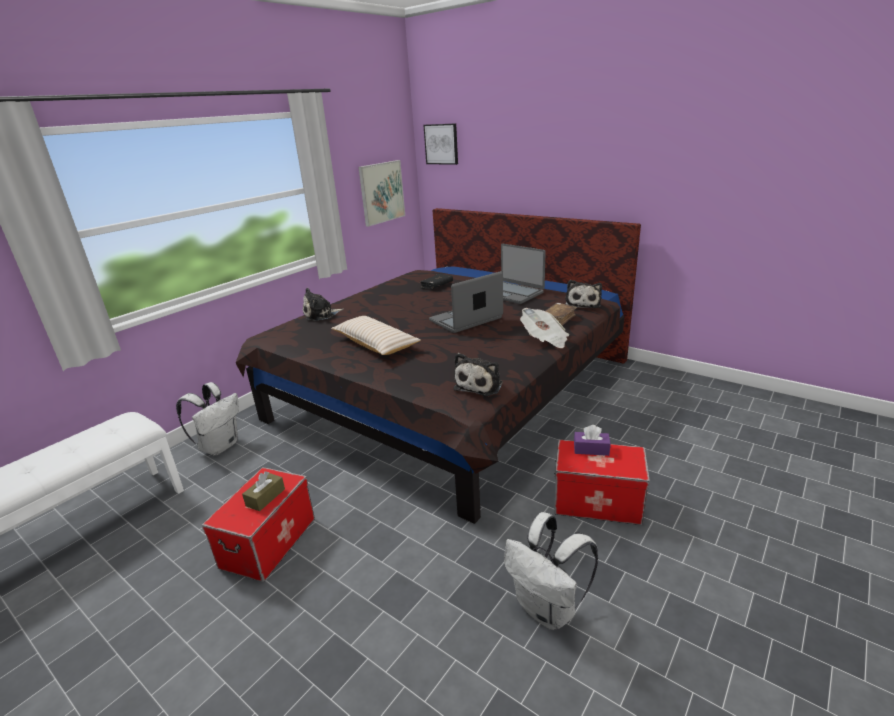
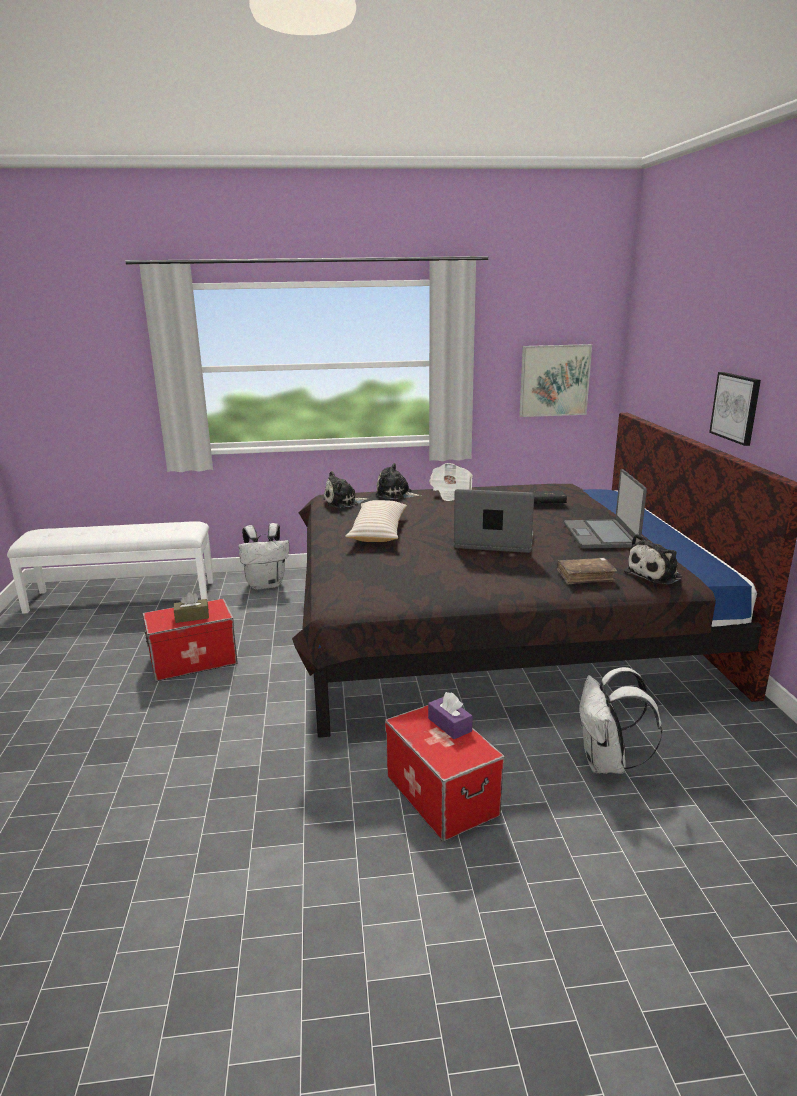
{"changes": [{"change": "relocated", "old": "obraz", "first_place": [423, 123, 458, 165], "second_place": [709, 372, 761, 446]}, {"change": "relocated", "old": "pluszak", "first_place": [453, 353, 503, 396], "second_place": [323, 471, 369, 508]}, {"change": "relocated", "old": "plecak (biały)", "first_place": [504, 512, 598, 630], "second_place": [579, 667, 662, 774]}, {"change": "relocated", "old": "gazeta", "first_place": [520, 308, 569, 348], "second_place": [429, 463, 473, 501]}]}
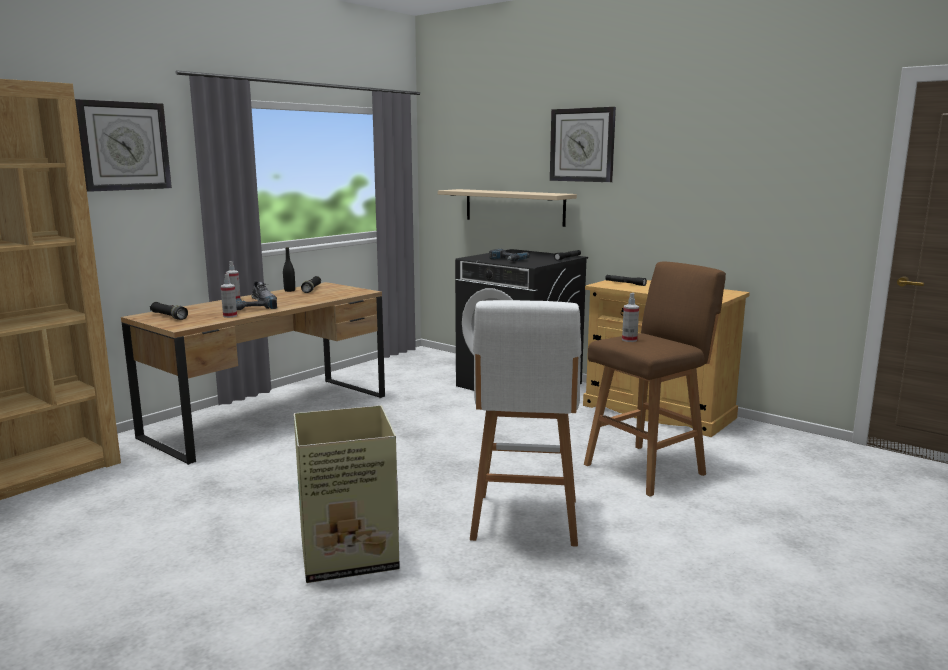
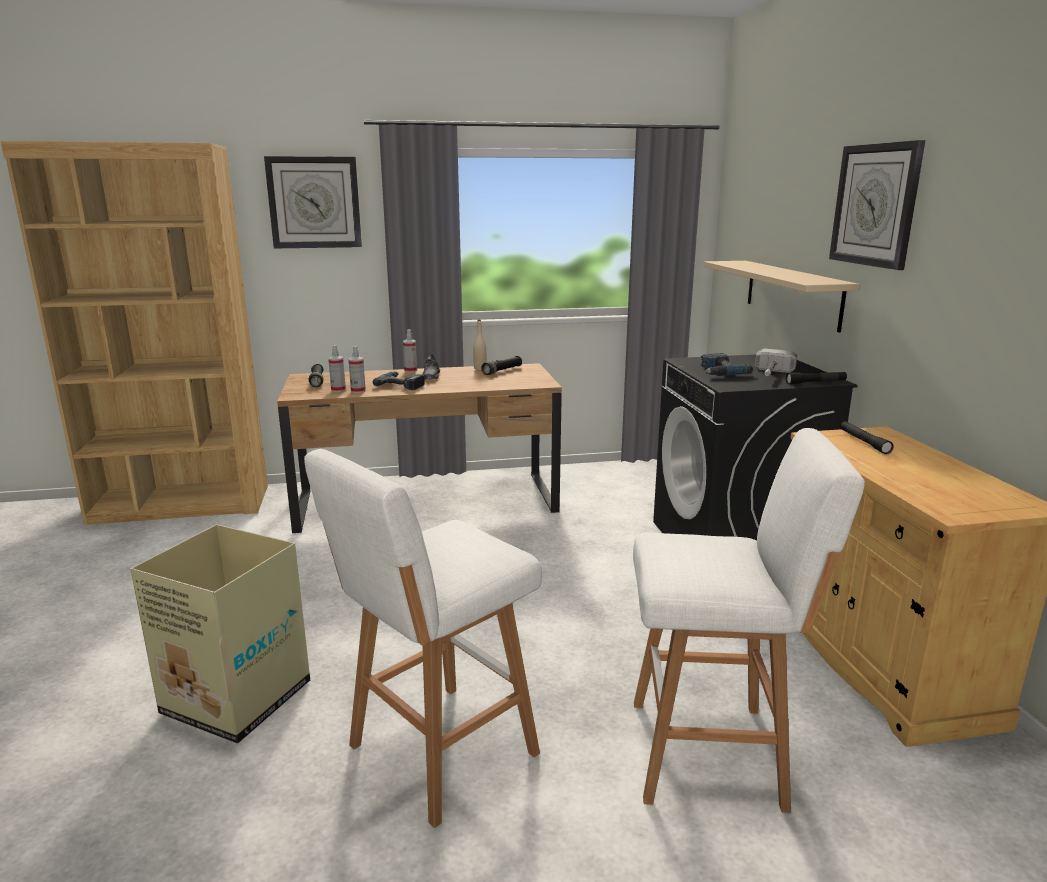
{"changes": [{"change": "colour", "old": "butelka (czarny)", "new": "butelka (beżowy)", "first_place": [283, 247, 295, 292], "second_place": [473, 320, 486, 370]}, {"change": "colour", "old": "stołek (brązowy)", "new": "stołek (biały)", "first_place": [584, 262, 726, 497], "second_place": [633, 428, 865, 813]}, {"change": "relocated", "old": "spryskiwacz", "first_place": [622, 293, 639, 342], "second_place": [328, 345, 346, 392]}, {"change": "appeared", "new": "młotek", "second_place": [755, 349, 797, 376]}]}
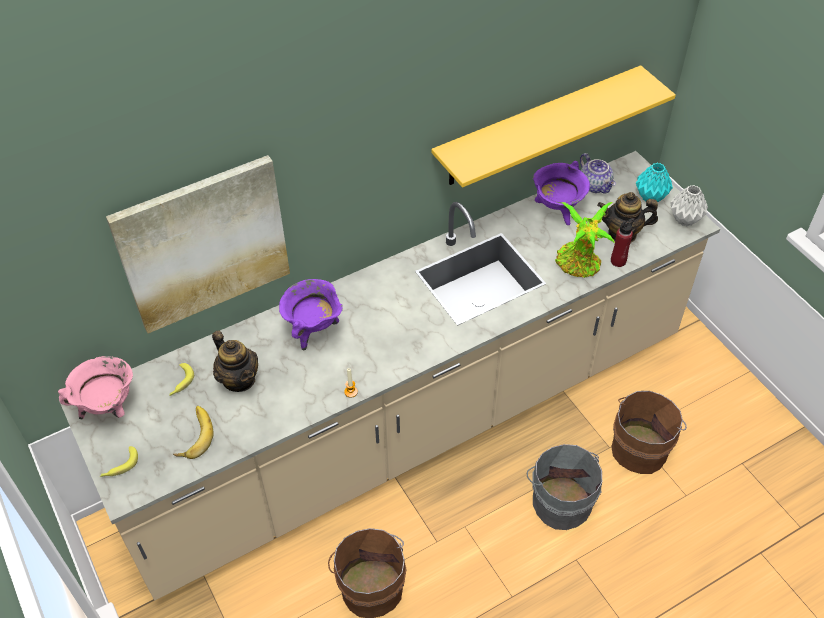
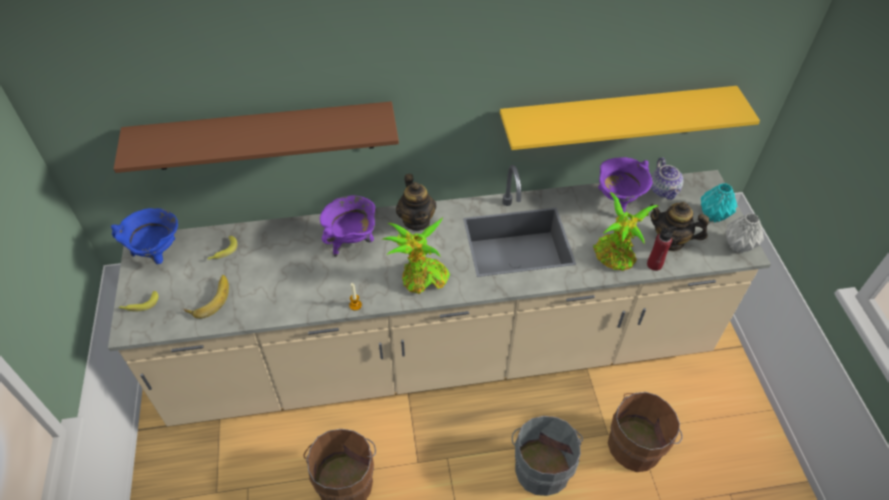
{"changes": [{"change": "colour", "old": "garnek (różowy)", "new": "garnek (niebieski)", "first_place": [58, 356, 133, 419], "second_place": [111, 208, 178, 264]}, {"change": "exchanged", "old": "obraz", "new": "półka (brązowy)", "first_place": [106, 155, 290, 333], "second_place": [114, 101, 399, 173]}, {"change": "relocated", "old": "imbryk", "first_place": [212, 330, 258, 392], "second_place": [396, 174, 436, 231]}, {"change": "appeared", "new": "roślina doniczkowa", "second_place": [382, 217, 450, 294]}]}
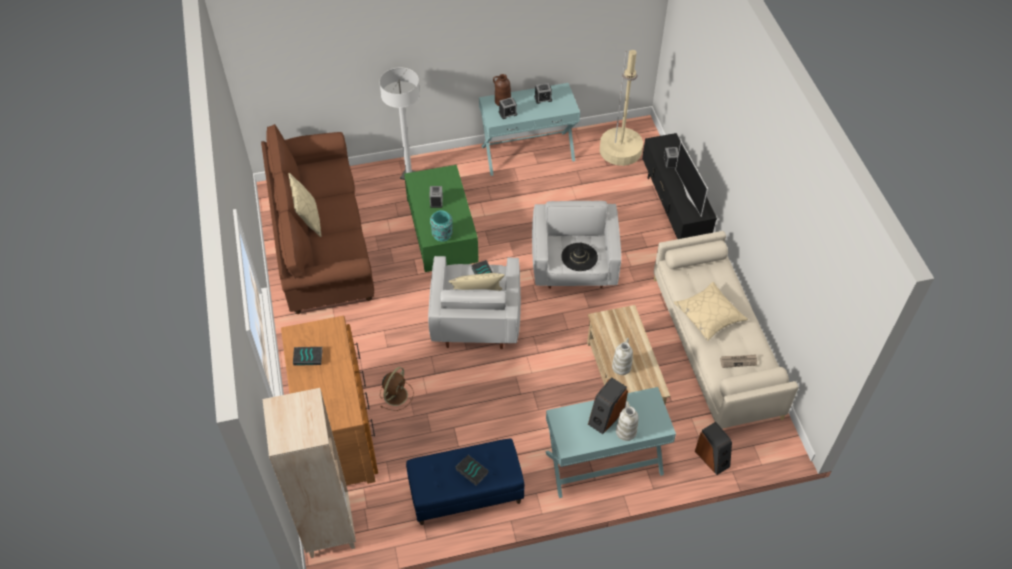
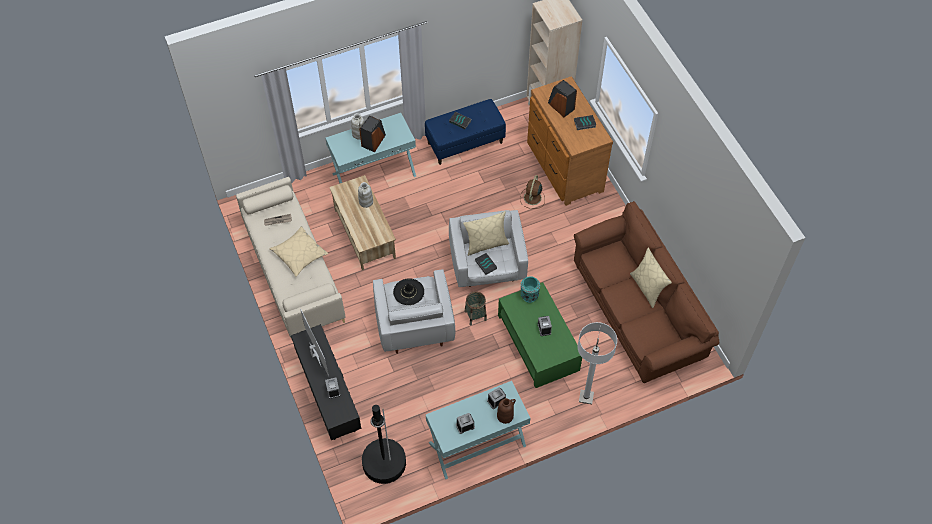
{"changes": [{"change": "colour", "old": "lampa stojąca (beżowy)", "new": "lampa stojąca (czarny)", "first_place": [600, 50, 643, 166], "second_place": [362, 405, 406, 484]}, {"change": "relocated", "old": "głośnik", "first_place": [695, 422, 732, 475], "second_place": [548, 80, 577, 117]}, {"change": "appeared", "new": "koszyk", "second_place": [464, 292, 487, 325]}]}
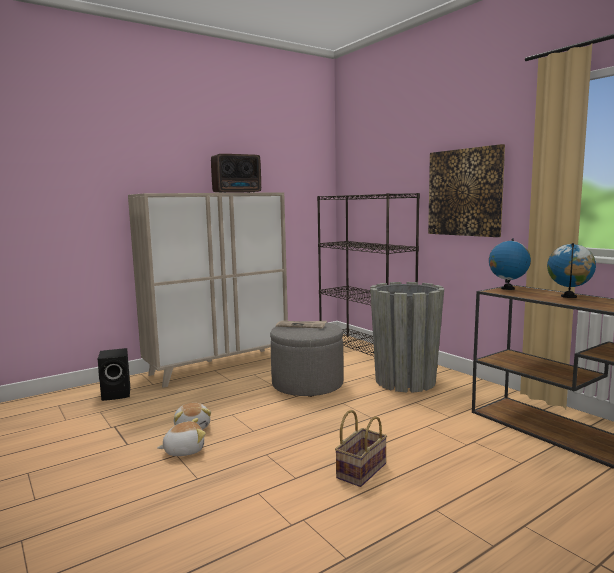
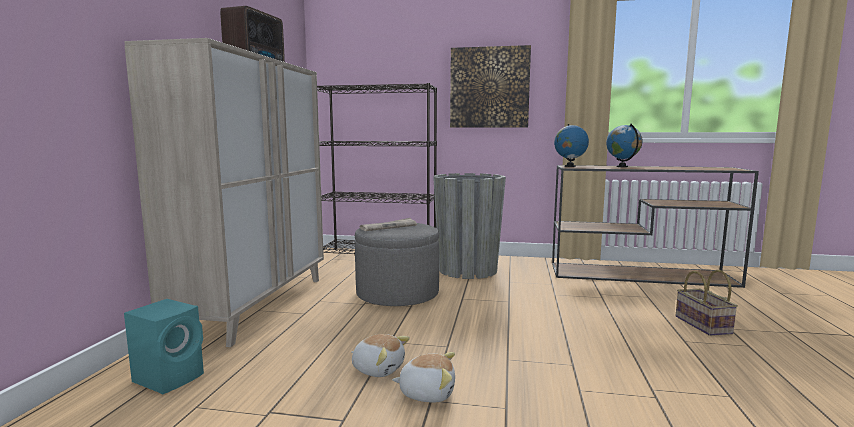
{"changes": [{"change": "colour", "old": "głośnik (czarny)", "new": "głośnik (turkusowy)", "first_place": [98, 348, 130, 401], "second_place": [124, 299, 204, 394]}, {"change": "spun", "old": "pluszak", "first_place": [157, 418, 206, 456], "second_place": [392, 352, 455, 403], "degrees": 75}, {"change": "relocated", "old": "koszyk", "first_place": [335, 410, 387, 487], "second_place": [676, 270, 738, 336]}]}
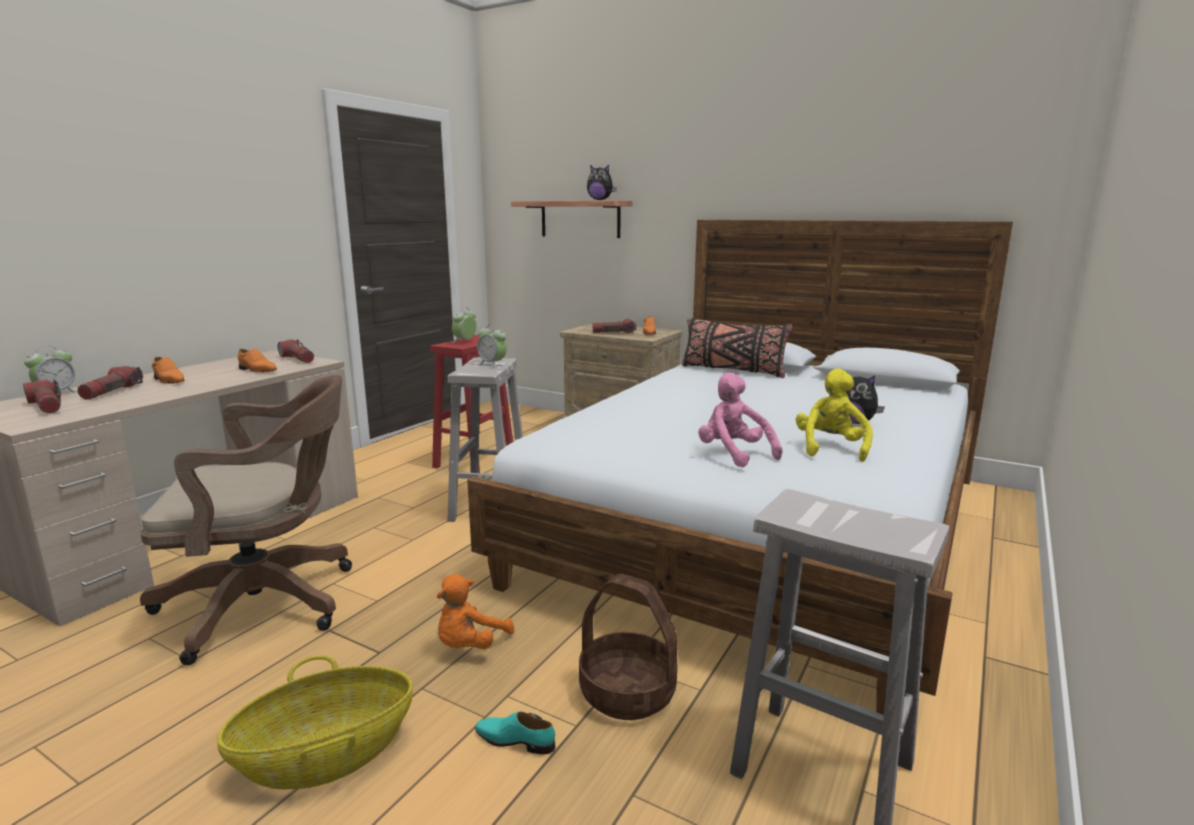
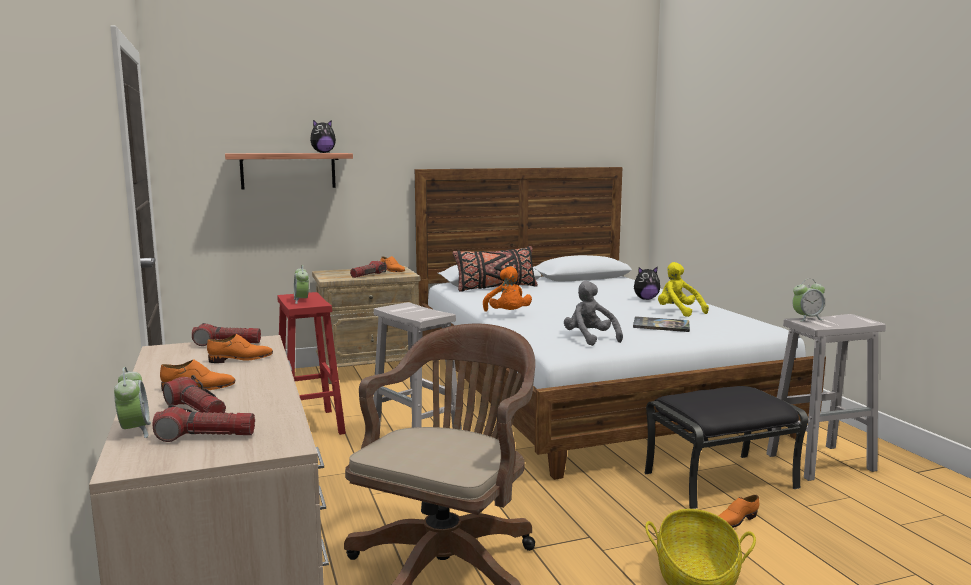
{"changes": [{"change": "relocated", "old": "pluszak (pomarańczowy)", "first_place": [436, 574, 514, 649], "second_place": [483, 266, 532, 312]}, {"change": "colour", "old": "but (turkusowy)", "new": "but (pomarańczowy)", "first_place": [475, 711, 555, 754], "second_place": [719, 495, 759, 528]}, {"change": "relocated", "old": "budzik", "first_place": [477, 324, 507, 368], "second_place": [792, 279, 825, 321]}, {"change": "exchanged", "old": "koszyk", "new": "pufa (czarny)", "first_place": [579, 574, 678, 720], "second_place": [644, 386, 808, 509]}, {"change": "exchanged", "old": "pluszak (różowy)", "new": "książka", "first_place": [698, 372, 783, 468], "second_place": [633, 316, 690, 332]}, {"change": "appeared", "new": "pluszak (szary)", "second_place": [564, 281, 623, 346]}]}
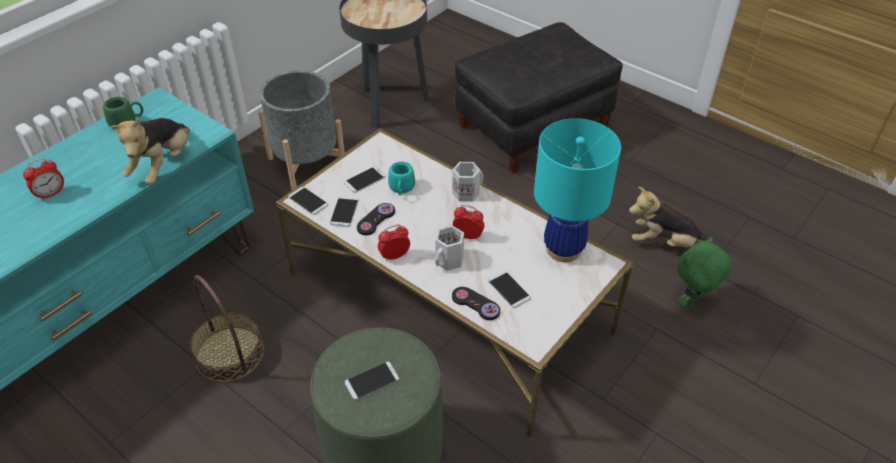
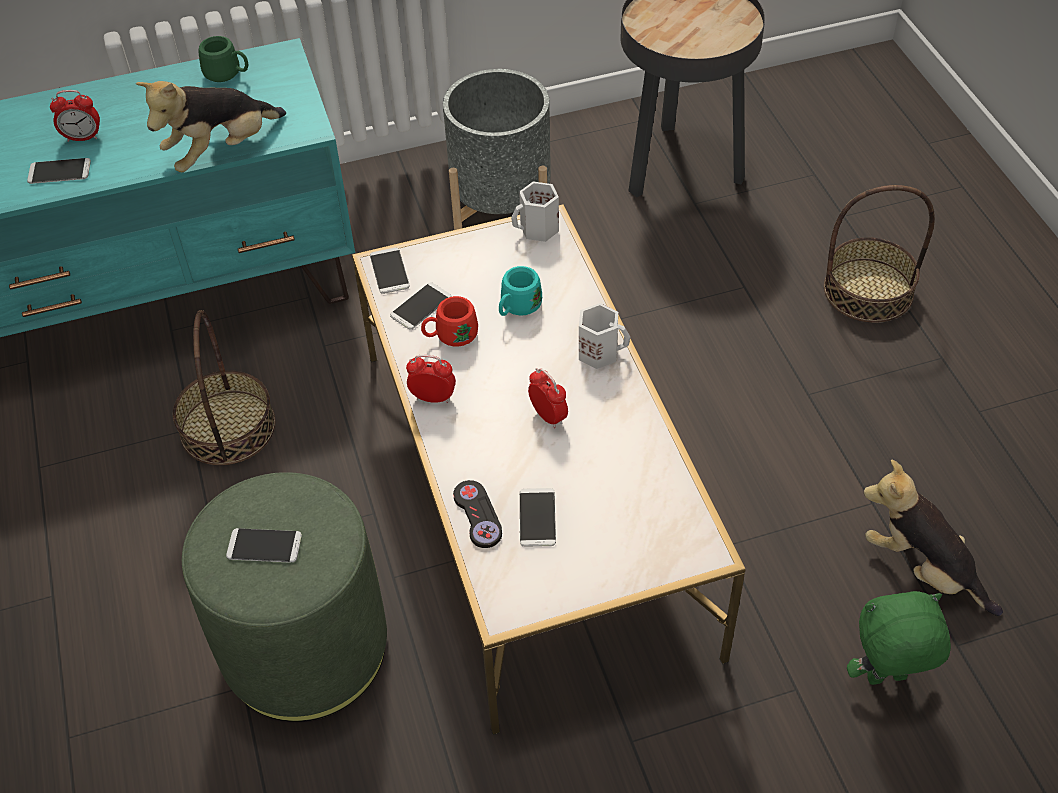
{"changes": [{"change": "relocated", "old": "telefon", "first_place": [344, 167, 386, 193], "second_place": [27, 158, 91, 184]}, {"change": "exchanged", "old": "pad do gier (czarny)", "new": "kubek (czerwony)", "first_place": [357, 203, 395, 235], "second_place": [421, 296, 478, 346]}, {"change": "relocated", "old": "kubek (biały)", "first_place": [435, 226, 464, 271], "second_place": [511, 181, 559, 242]}, {"change": "exchanged", "old": "pufa (czarny)", "new": "koszyk", "first_place": [455, 22, 623, 173], "second_place": [824, 185, 935, 322]}, {"change": "missing", "old": "lampa stołowa (turkusowy)", "first_place": [534, 118, 621, 262]}]}
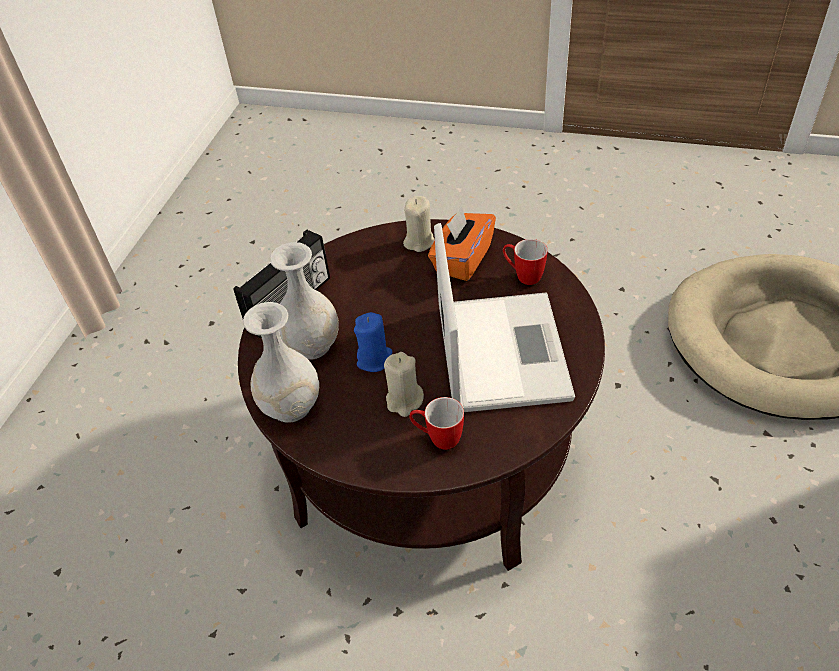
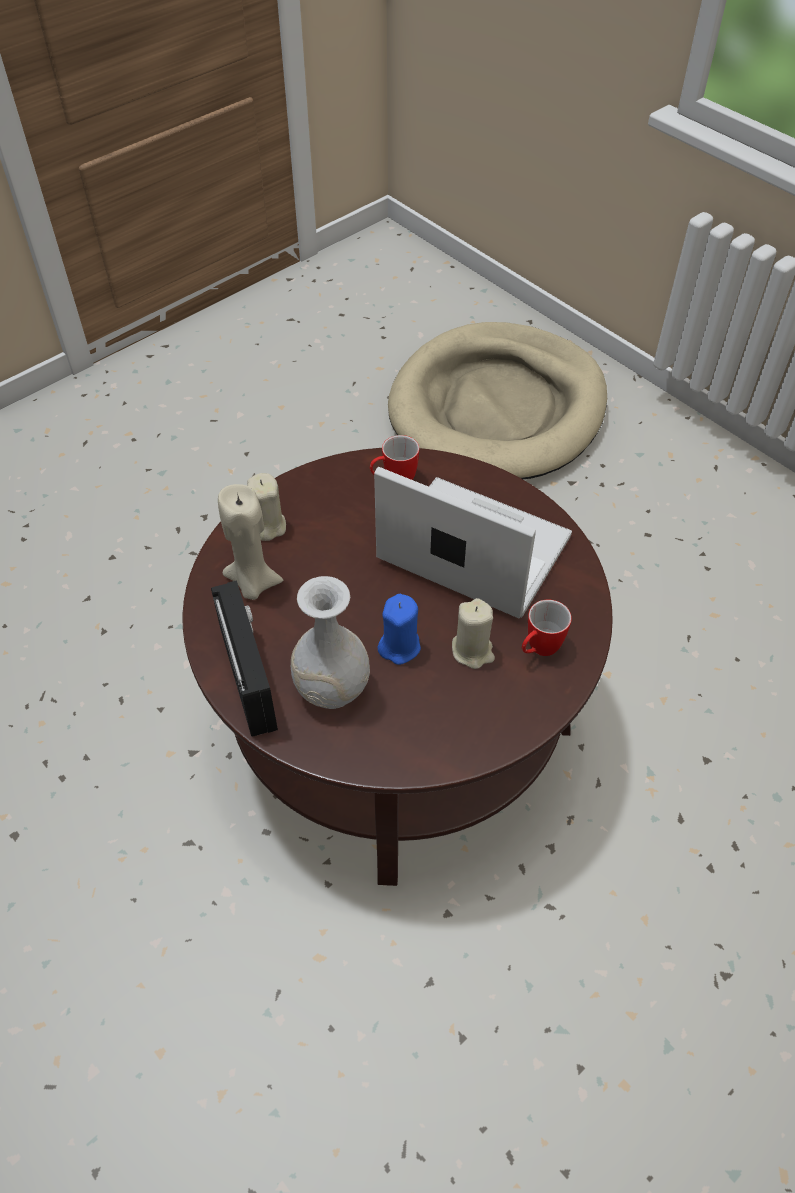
{"changes": [{"change": "missing", "old": "wazon (biały)", "first_place": [243, 302, 319, 423]}, {"change": "missing", "old": "pudełko chusteczek (pomarańczowy)", "first_place": [428, 206, 496, 281]}, {"change": "appeared", "new": "świeca (beżowy)", "second_place": [218, 484, 283, 600]}]}
